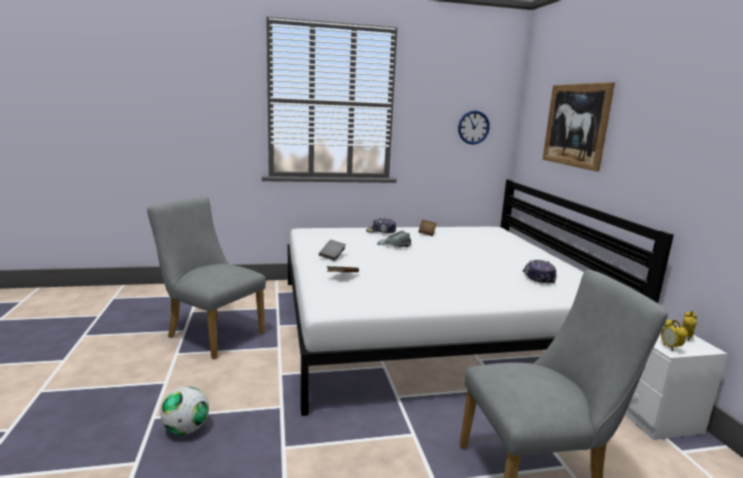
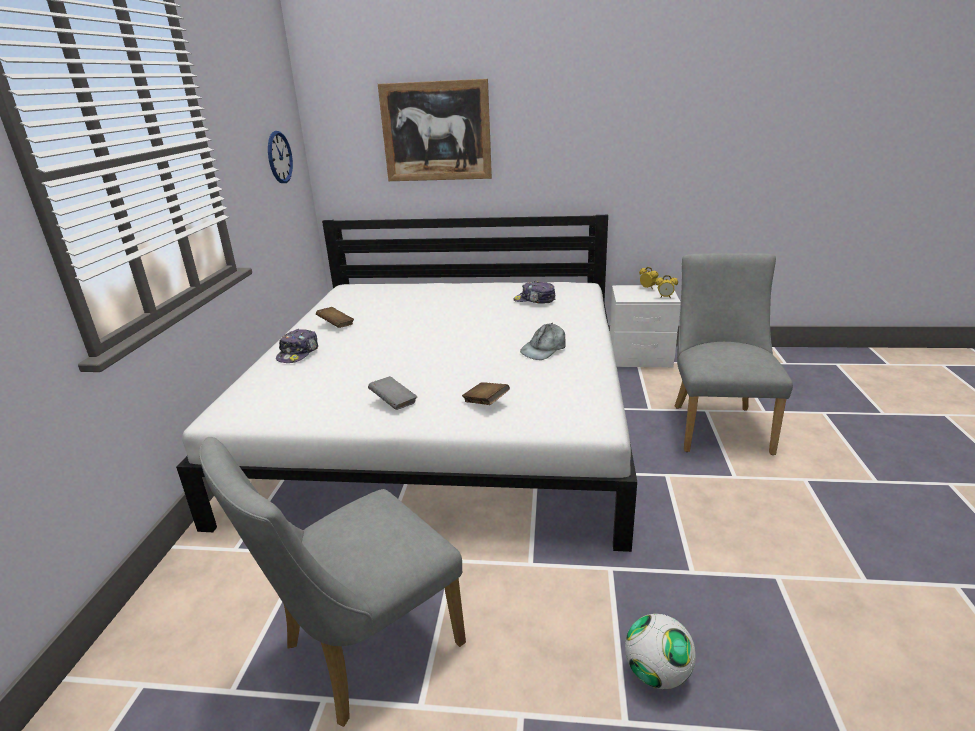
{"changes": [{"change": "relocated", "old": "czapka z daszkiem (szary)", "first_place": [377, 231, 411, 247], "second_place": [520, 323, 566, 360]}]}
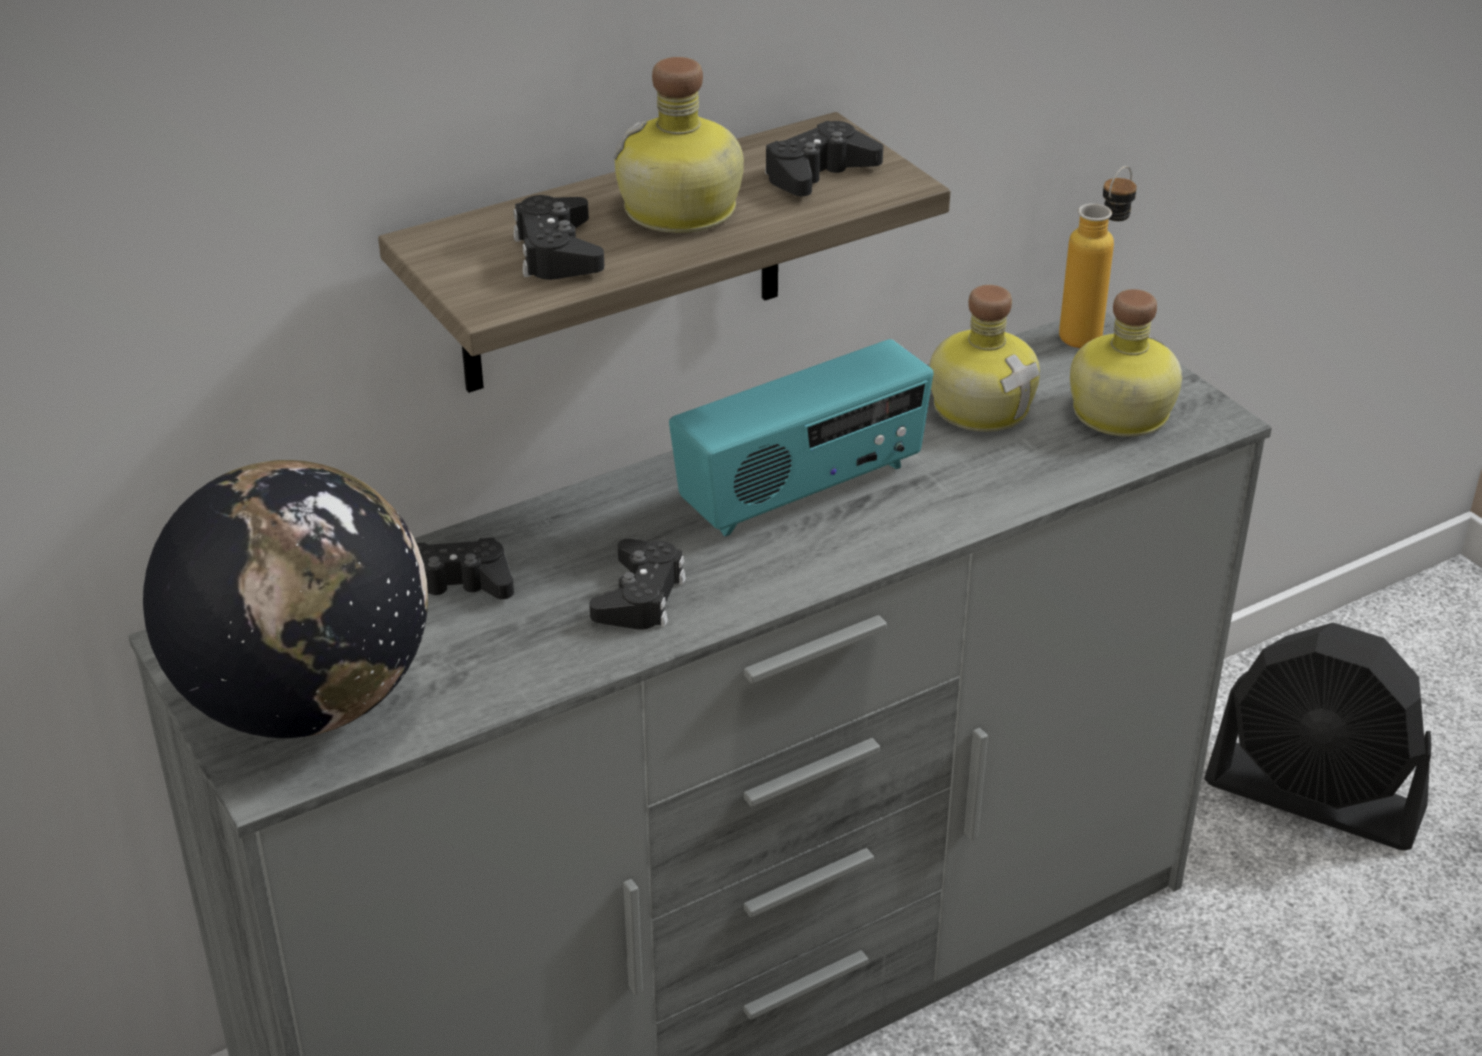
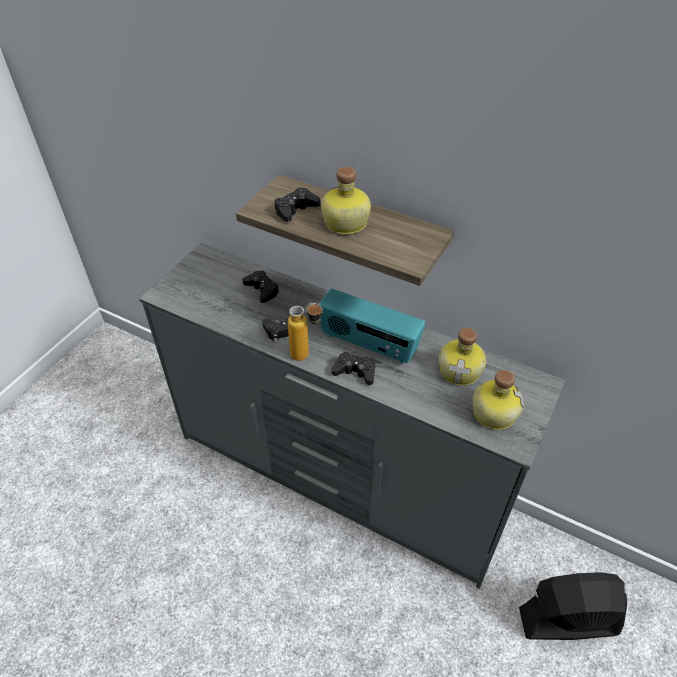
{"changes": [{"change": "missing", "old": "globus", "first_place": [143, 460, 428, 738]}, {"change": "relocated", "old": "pad do gier (czarny)", "first_place": [765, 121, 883, 196], "second_place": [331, 352, 375, 385]}, {"change": "relocated", "old": "butelka", "first_place": [1059, 166, 1137, 348], "second_place": [288, 303, 323, 361]}, {"change": "spun", "old": "wentylator (czarny)", "first_place": [1204, 623, 1431, 850], "second_place": [519, 572, 627, 640], "degrees": 90}]}
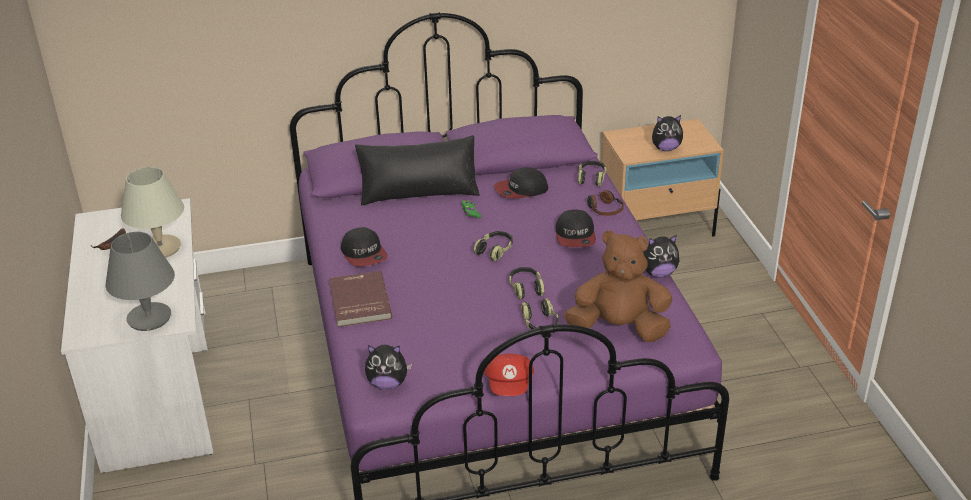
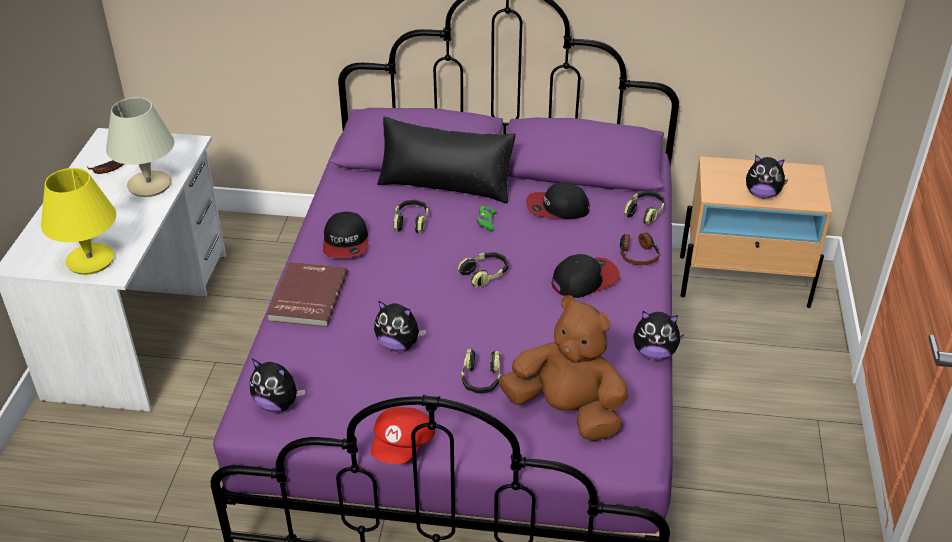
{"changes": [{"change": "colour", "old": "lampa stołowa (szary)", "new": "lampa stołowa (żółty)", "first_place": [106, 232, 175, 331], "second_place": [41, 168, 116, 275]}, {"change": "relocated", "old": "słuchawki", "first_place": [509, 267, 545, 299], "second_place": [393, 200, 429, 233]}, {"change": "spun", "old": "czapka z daszkiem", "first_place": [555, 209, 596, 247], "second_place": [552, 254, 620, 298], "degrees": -135}, {"change": "appeared", "new": "pluszak", "second_place": [374, 300, 426, 352]}]}
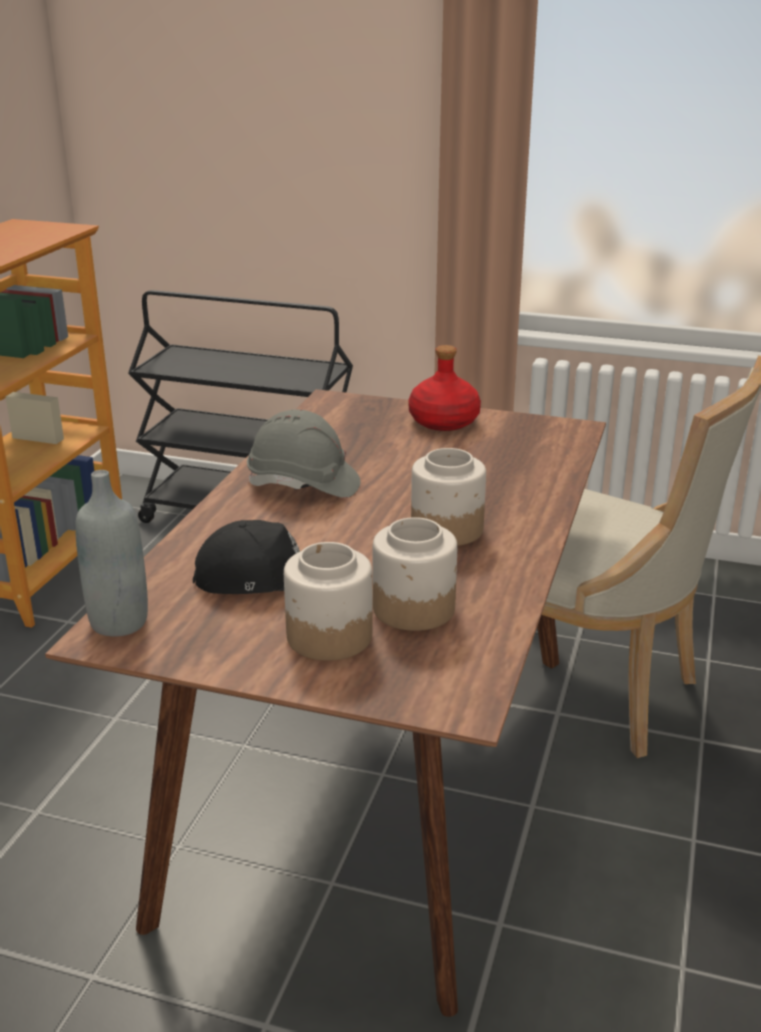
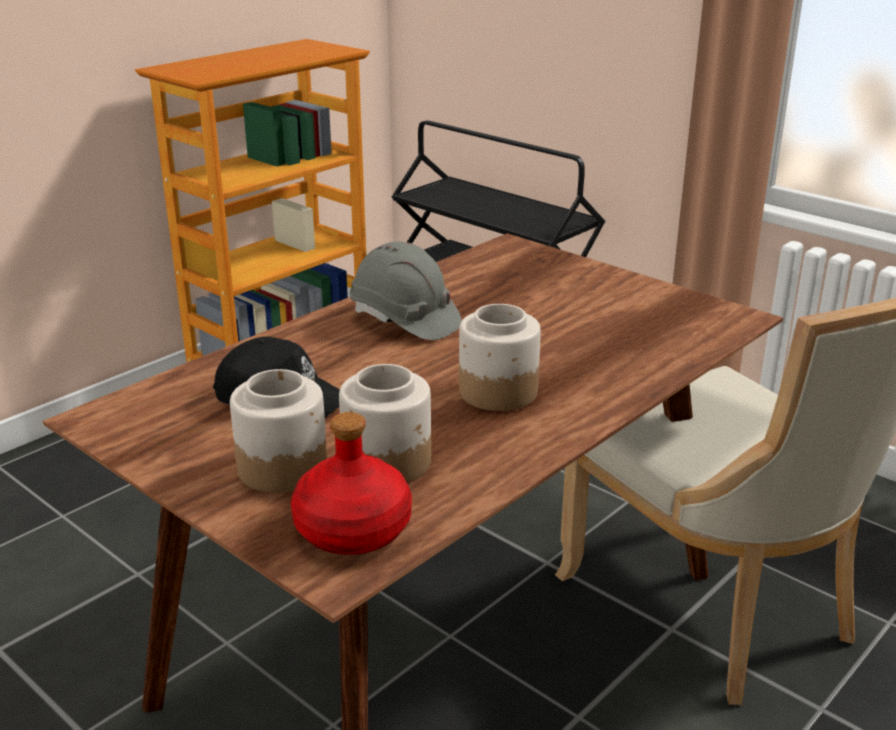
{"changes": [{"change": "missing", "old": "butelka (szary)", "first_place": [75, 470, 148, 636]}, {"change": "relocated", "old": "butelka (czerwony)", "first_place": [408, 345, 481, 431], "second_place": [291, 412, 412, 555]}]}
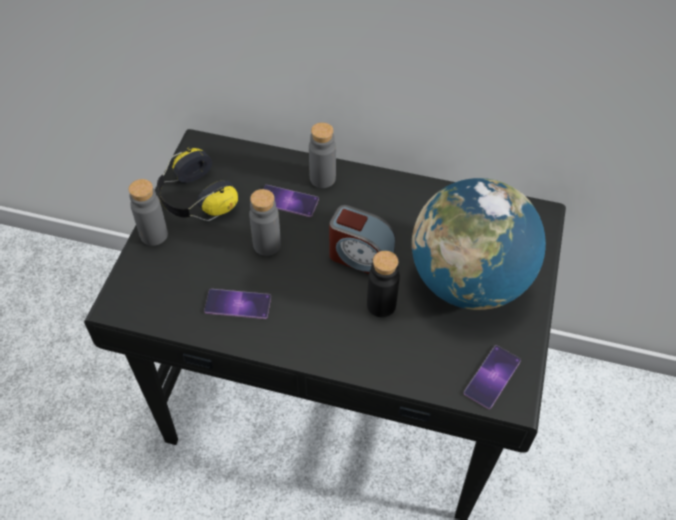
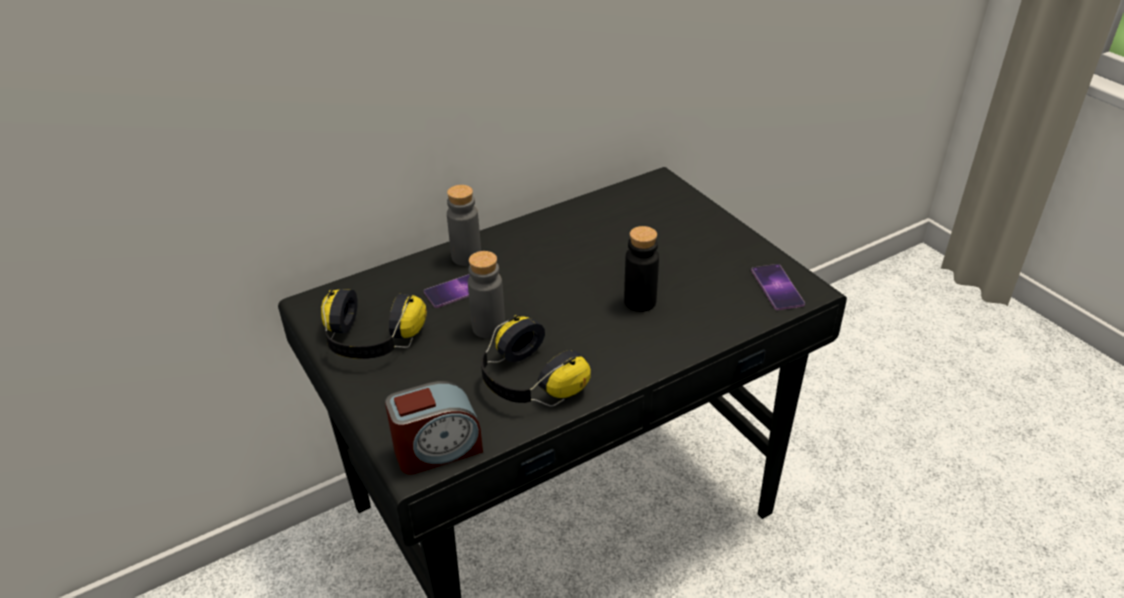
{"changes": [{"change": "missing", "old": "butelka (szary)", "first_place": [129, 179, 168, 246]}, {"change": "exchanged", "old": "telefon", "new": "słuchawki", "first_place": [204, 289, 271, 319], "second_place": [481, 314, 591, 407]}, {"change": "relocated", "old": "budzik", "first_place": [329, 205, 396, 274], "second_place": [385, 381, 483, 474]}, {"change": "missing", "old": "globus", "first_place": [412, 178, 546, 310]}]}
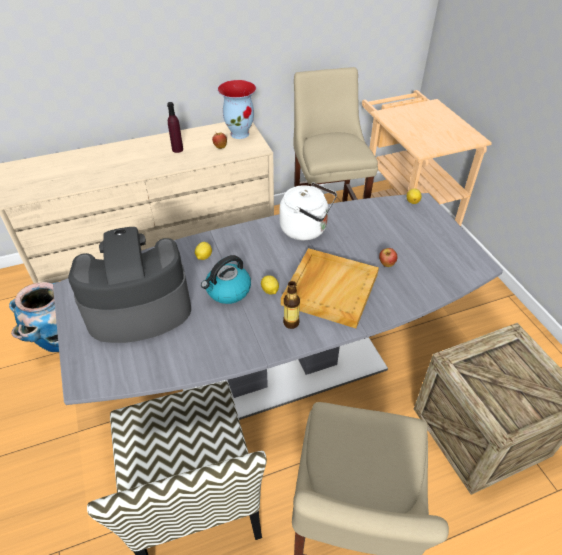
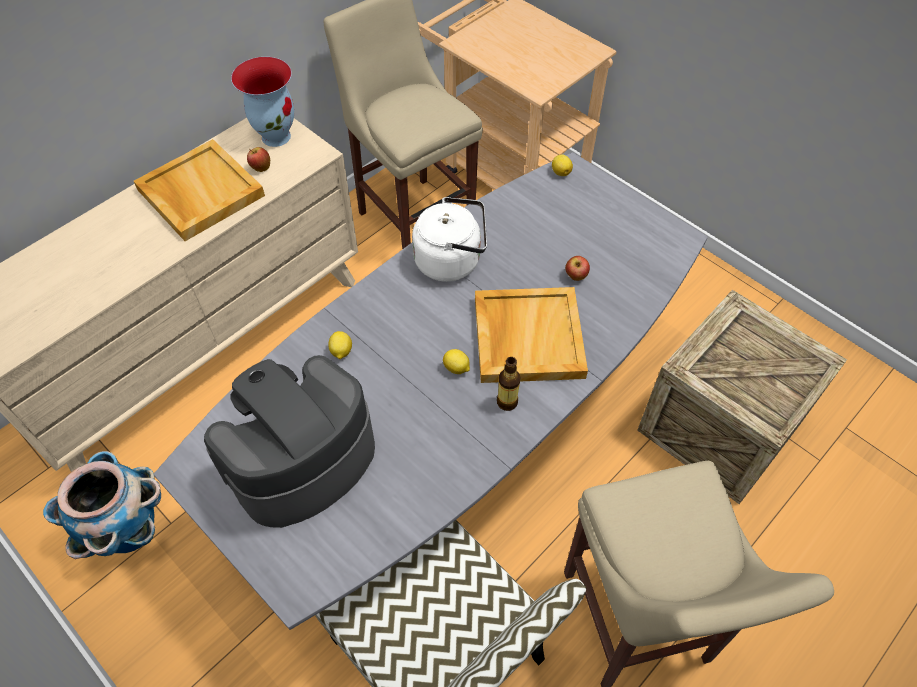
{"changes": [{"change": "exchanged", "old": "butelka (fioletowy)", "new": "taca (beżowy)", "first_place": [167, 102, 183, 153], "second_place": [134, 139, 265, 241]}, {"change": "missing", "old": "czajnik", "first_place": [201, 255, 251, 304]}]}
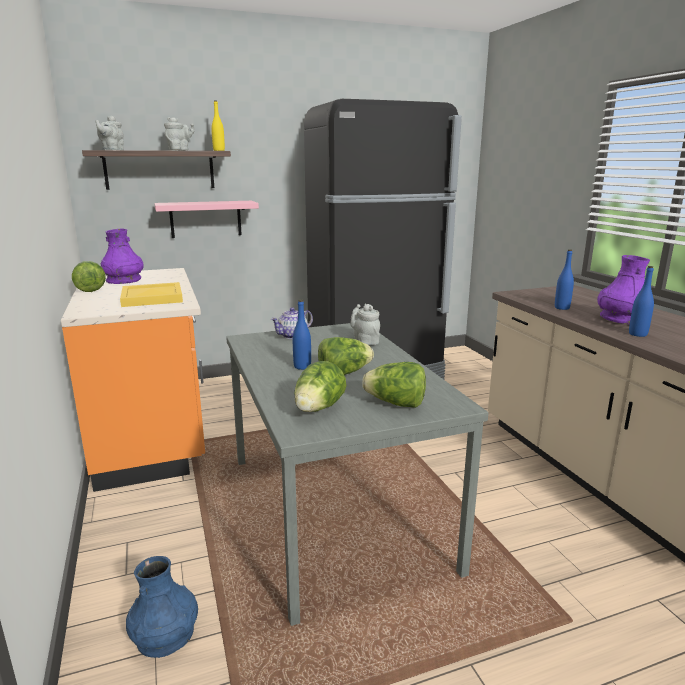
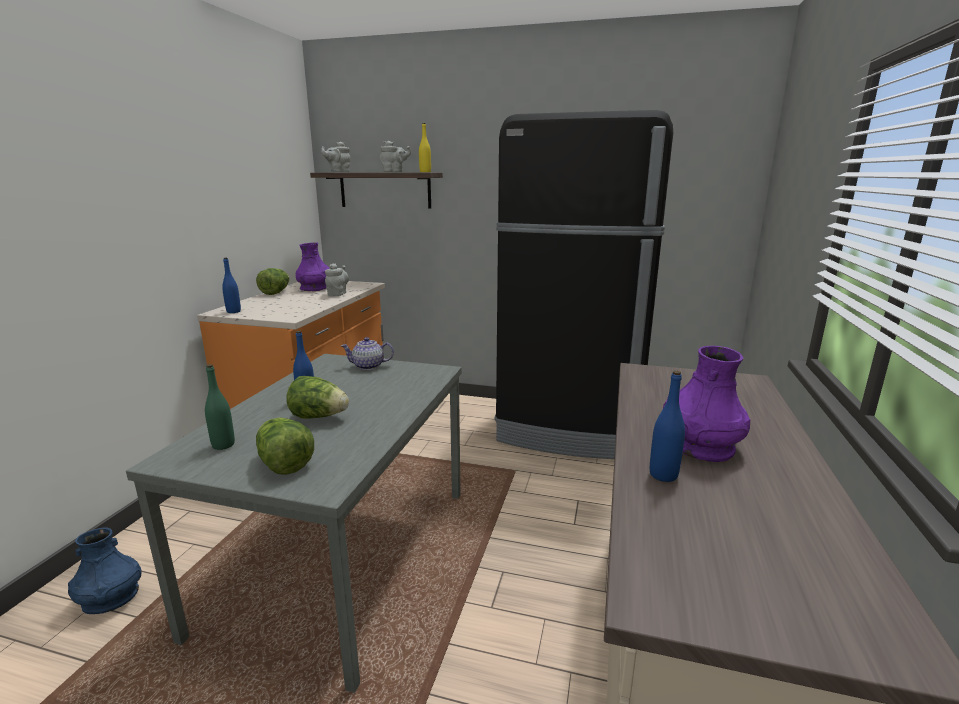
{"changes": [{"change": "missing", "old": "taca (żółty)", "first_place": [120, 282, 183, 307]}, {"change": "missing", "old": "półka (różowy)", "first_place": [154, 201, 259, 238]}, {"change": "exchanged", "old": "sałata", "new": "butelka (zielony)", "first_place": [294, 361, 346, 412], "second_place": [205, 364, 235, 450]}, {"change": "relocated", "old": "imbryk (szary)", "first_place": [350, 304, 380, 345], "second_place": [325, 264, 349, 296]}, {"change": "relocated", "old": "butelka (niebieski)", "first_place": [555, 249, 574, 310], "second_place": [222, 258, 241, 313]}]}
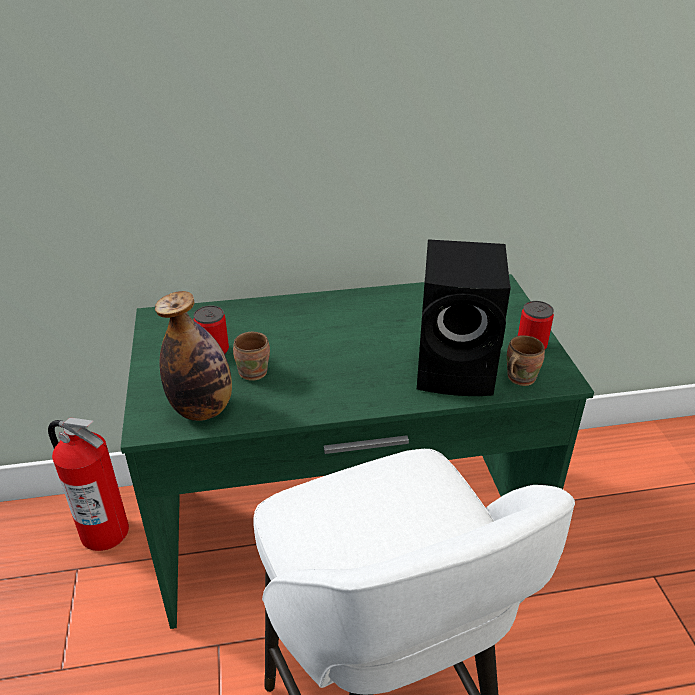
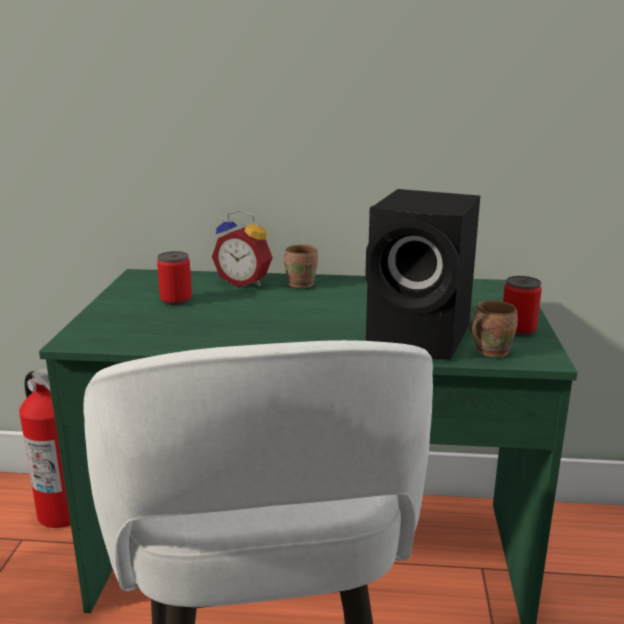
{"changes": [{"change": "missing", "old": "butelka", "first_place": [155, 291, 232, 421]}, {"change": "relocated", "old": "kubek (brązowy)", "first_place": [233, 332, 270, 381], "second_place": [284, 245, 318, 288]}, {"change": "appeared", "new": "budzik", "second_place": [212, 210, 273, 287]}]}
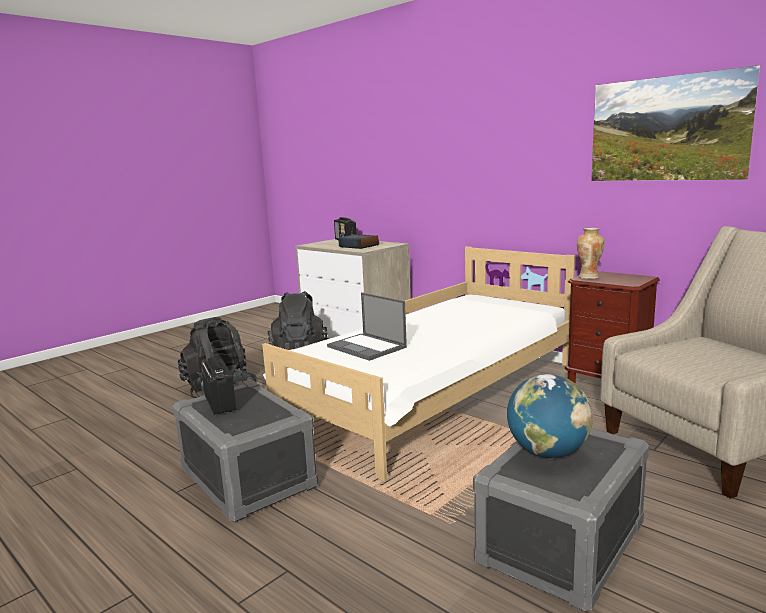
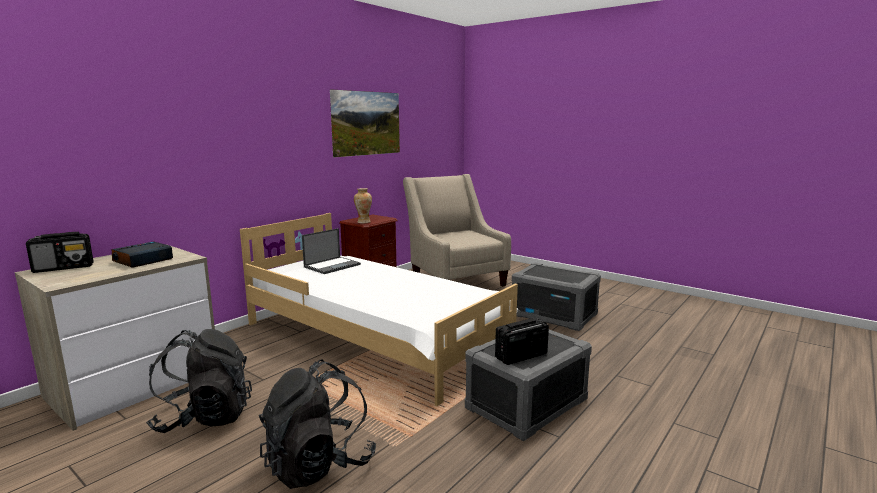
{"changes": [{"change": "relocated", "old": "laptop", "first_place": [327, 292, 407, 361], "second_place": [302, 228, 361, 274]}, {"change": "missing", "old": "globus", "first_place": [507, 374, 593, 458]}]}
